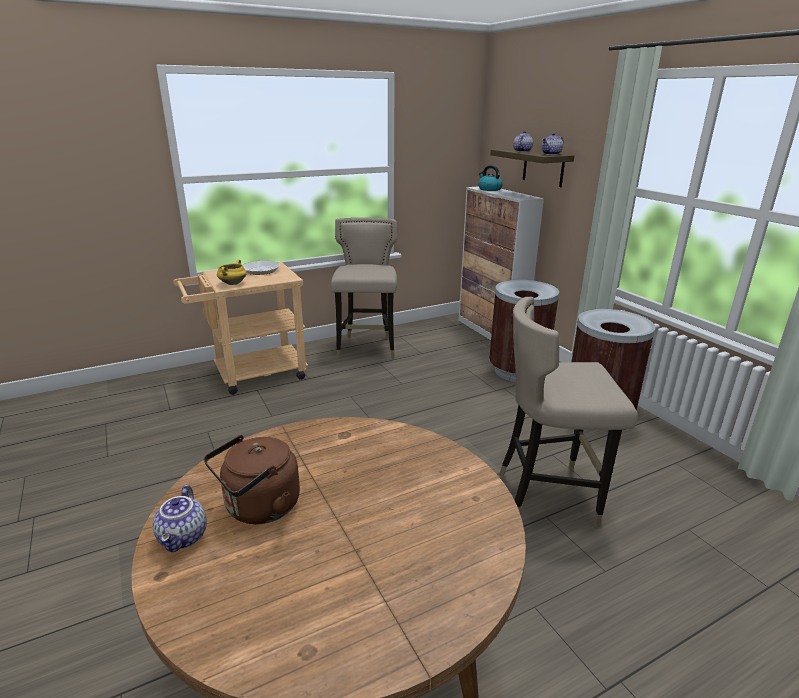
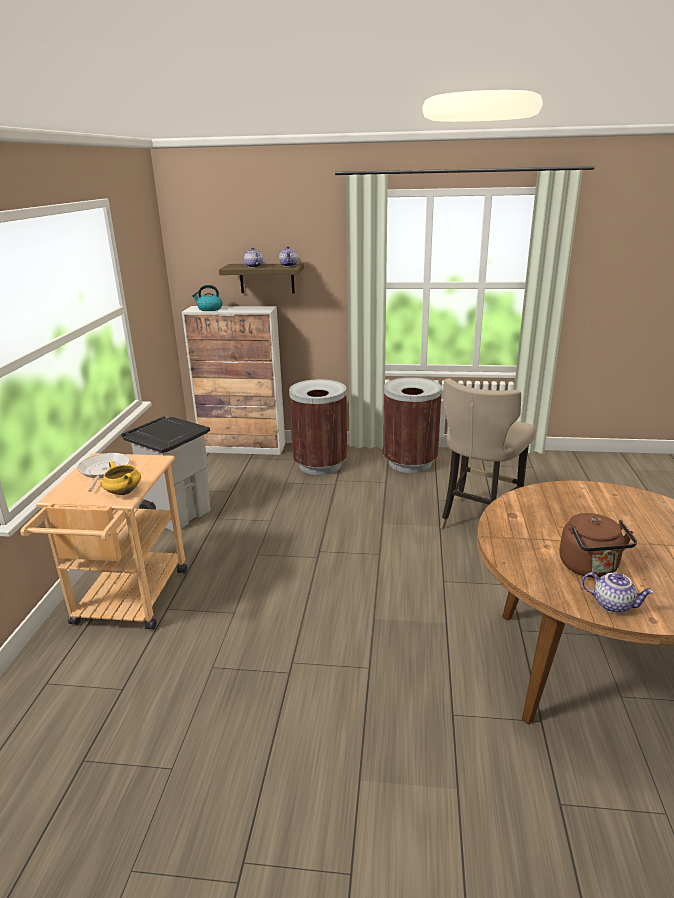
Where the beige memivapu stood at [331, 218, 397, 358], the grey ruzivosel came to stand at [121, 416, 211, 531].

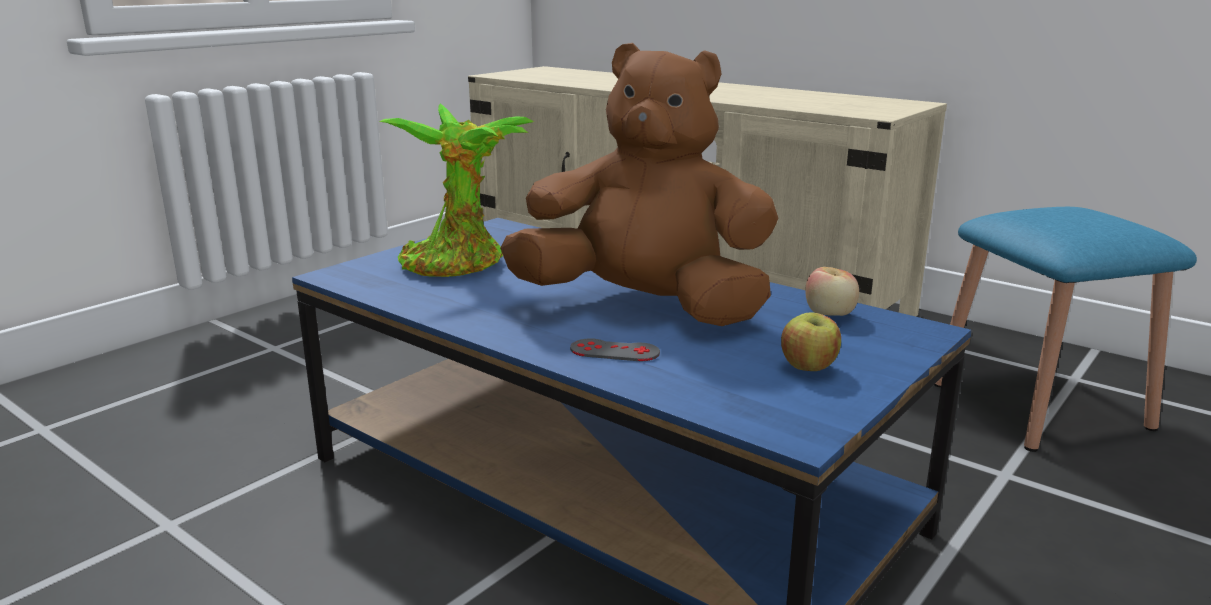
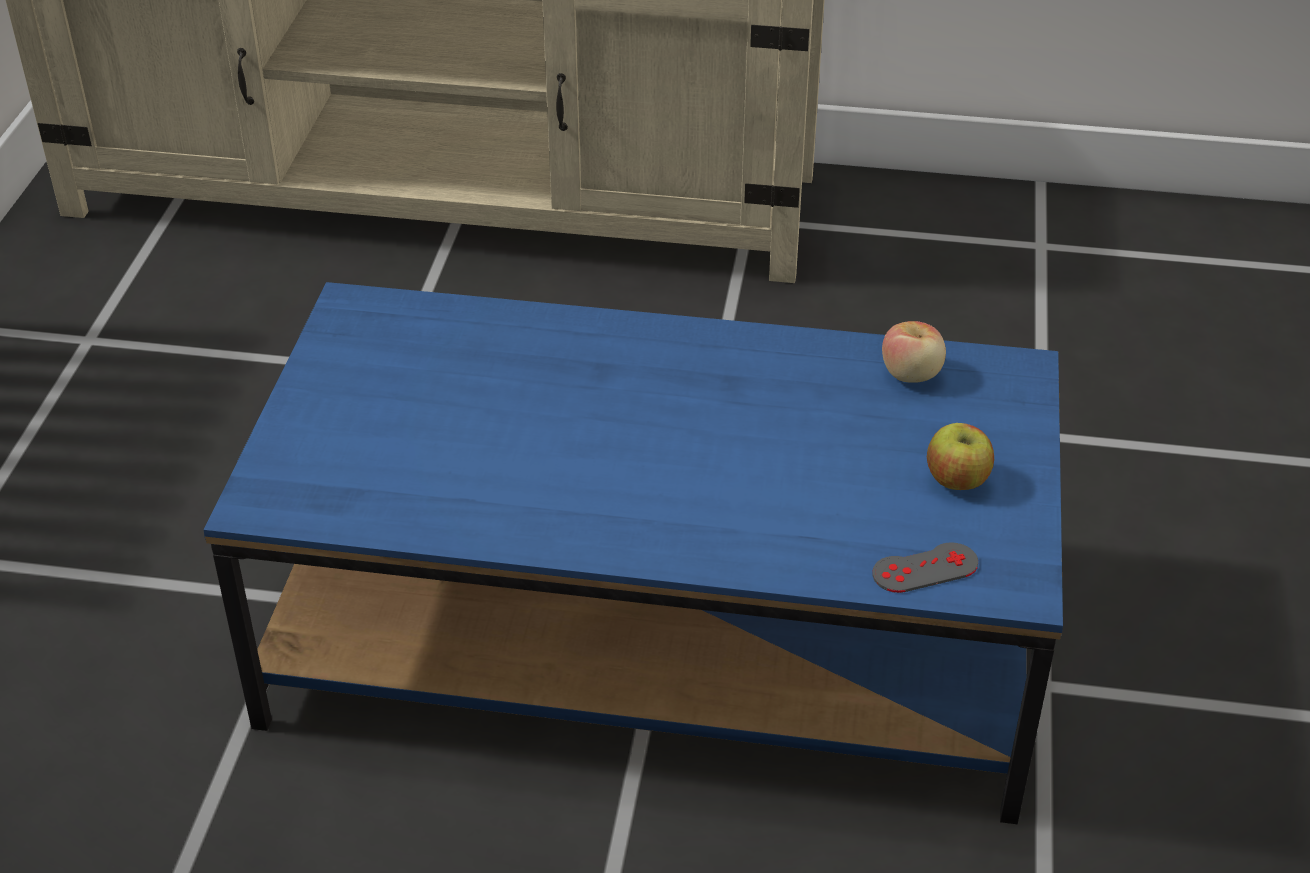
The second view lost the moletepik at [379, 103, 534, 277].
The second view lost the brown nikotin at [500, 43, 778, 326].
The second view lost the blue memivapu at [934, 207, 1197, 452].
The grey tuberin ended up elsewhere, having gone from [570, 338, 660, 361] to [872, 542, 978, 593].

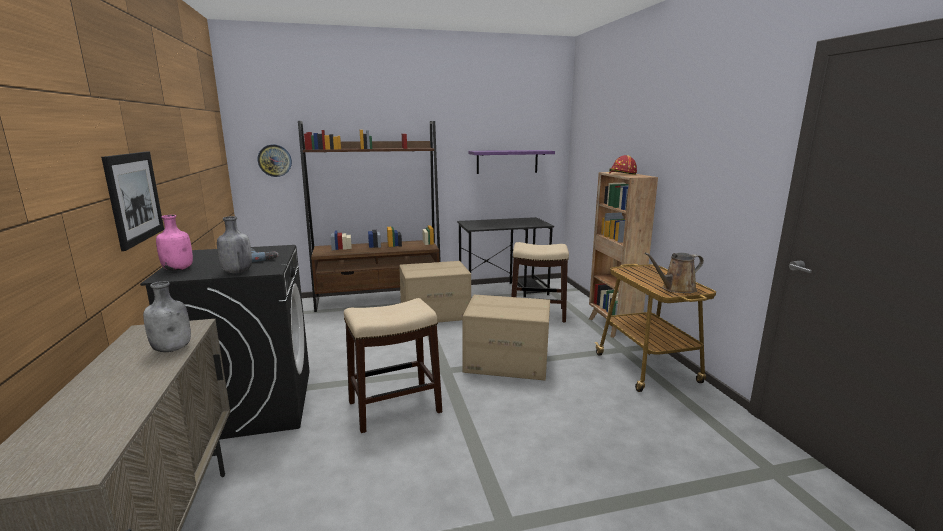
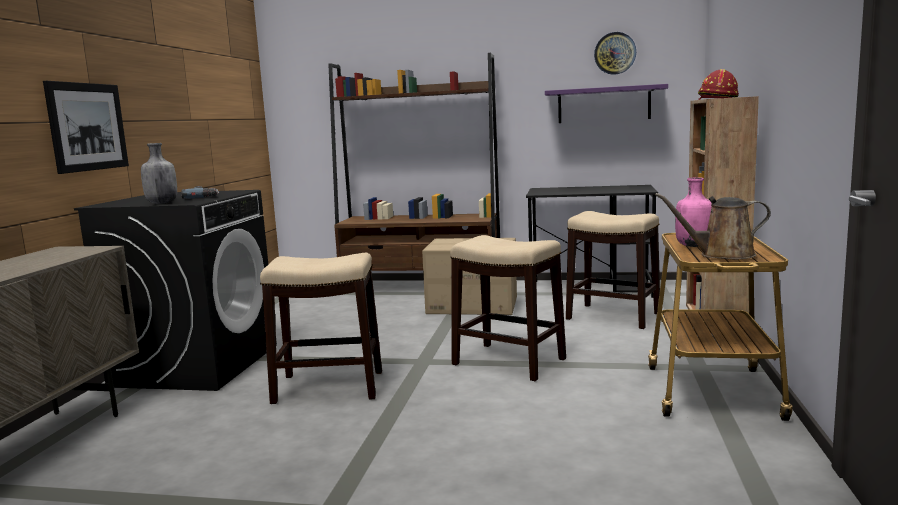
The second view lost the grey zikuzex at [143, 281, 191, 352].
The pink zikuzex ended up elsewhere, having gone from [156, 215, 193, 271] to [675, 177, 712, 247].
The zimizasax ended up elsewhere, having gone from [258, 145, 292, 177] to [594, 32, 636, 75].
Where the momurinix stood at [463, 295, 550, 380], the memivapu came to stand at [450, 235, 566, 381].

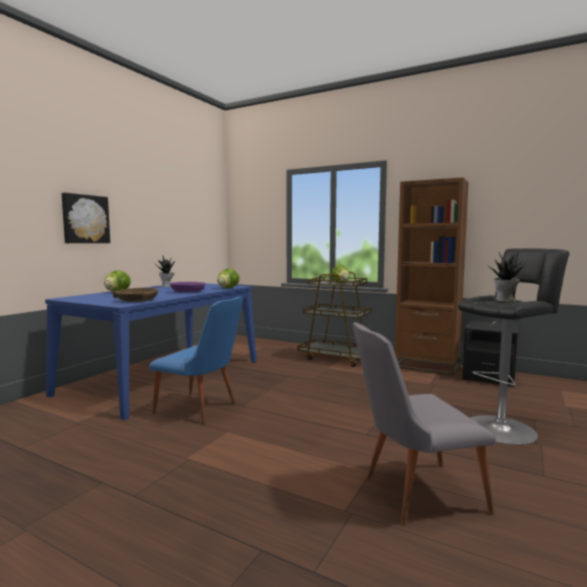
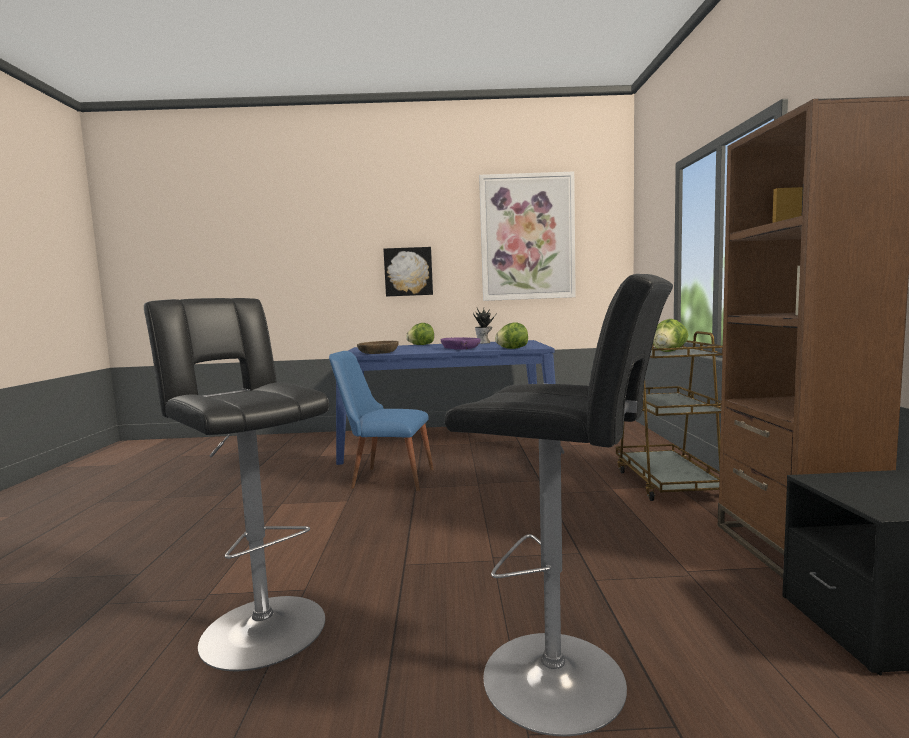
The second view lost the moletepik at [490, 252, 526, 302].
The second view gained the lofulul at [479, 172, 576, 301].
Where the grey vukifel stood at [352, 322, 496, 526], the black memivapu came to stand at [144, 298, 330, 671].
The blue vukifel at [149, 297, 243, 424] ended up facing another way, 105 degrees clockwise from before.

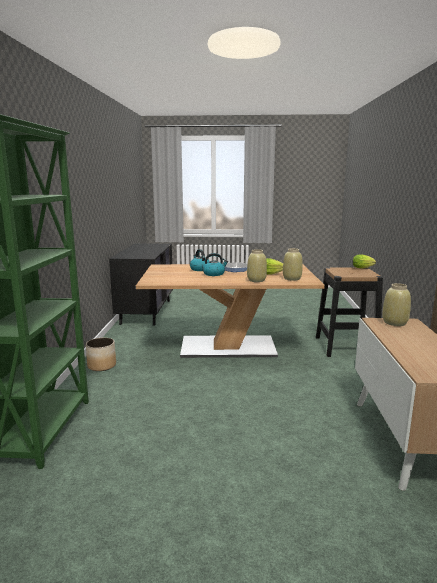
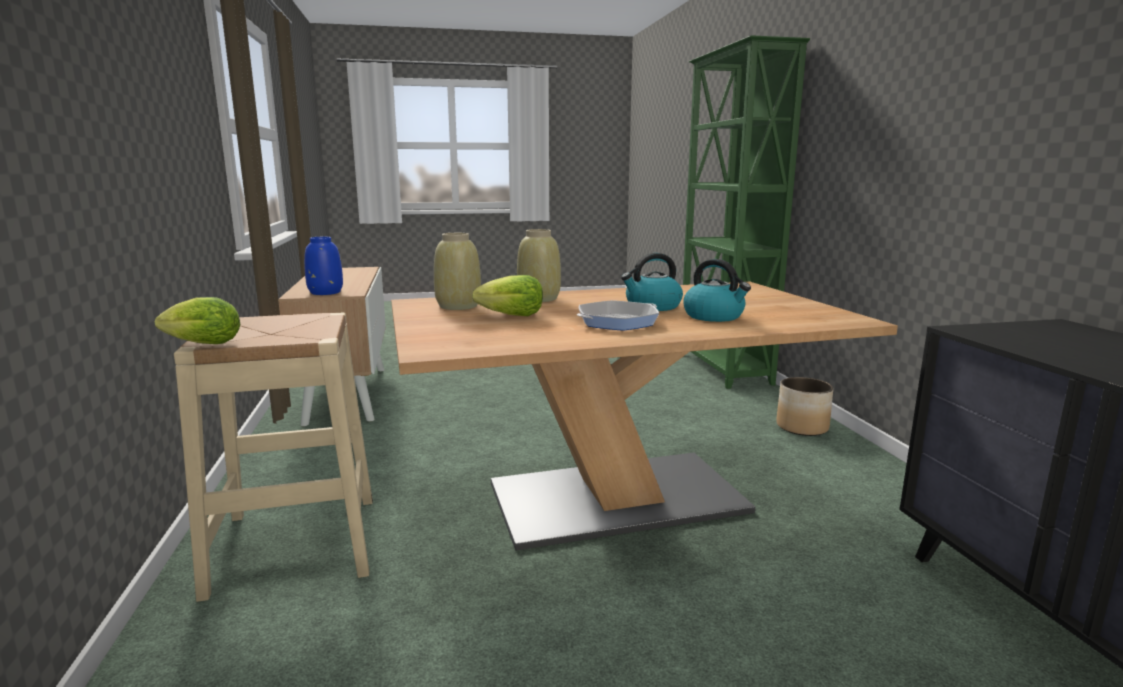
What was the black memivapu at [316, 267, 383, 357] turned into the beige memivapu at [174, 312, 373, 602].
What was the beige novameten at [382, 283, 411, 326] turned into the blue novameten at [304, 237, 343, 295].

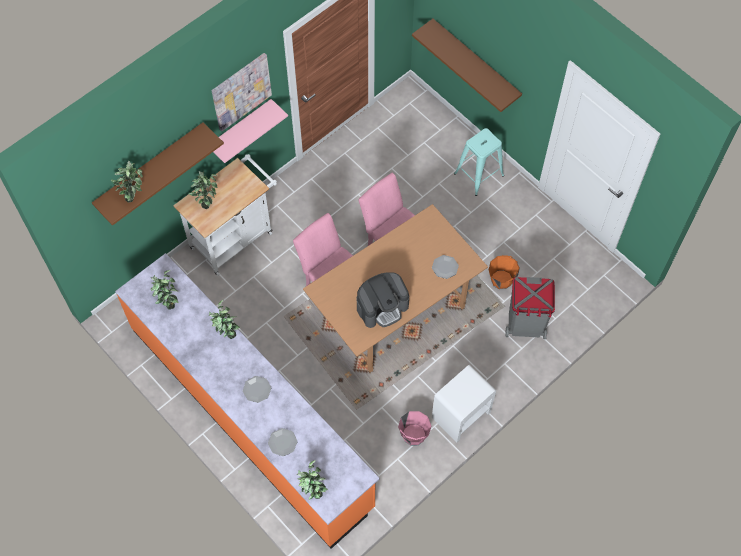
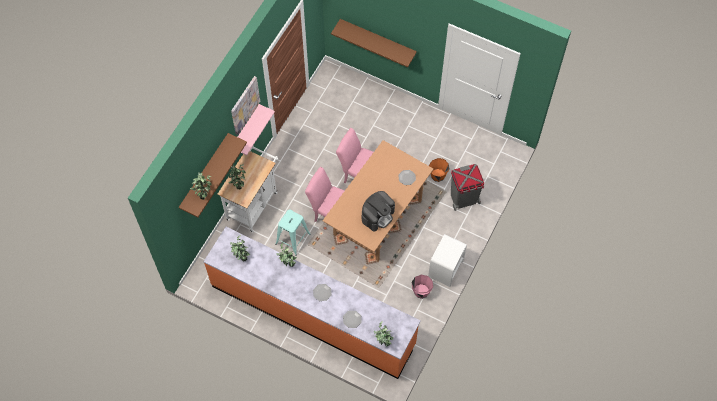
The turquoise memivapu ended up elsewhere, having gone from [454, 128, 504, 196] to [275, 209, 311, 256].

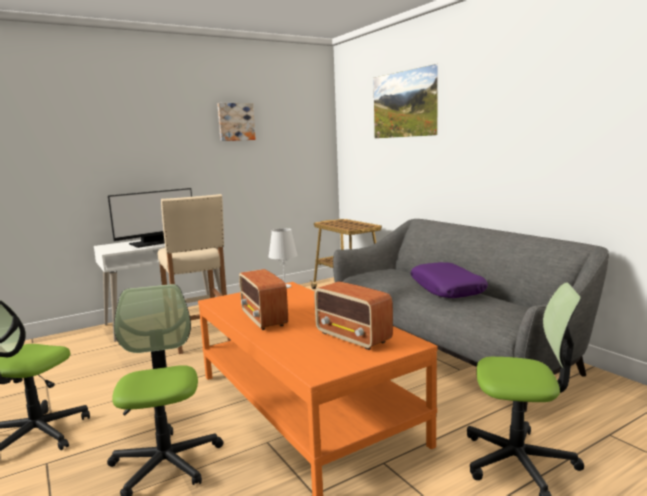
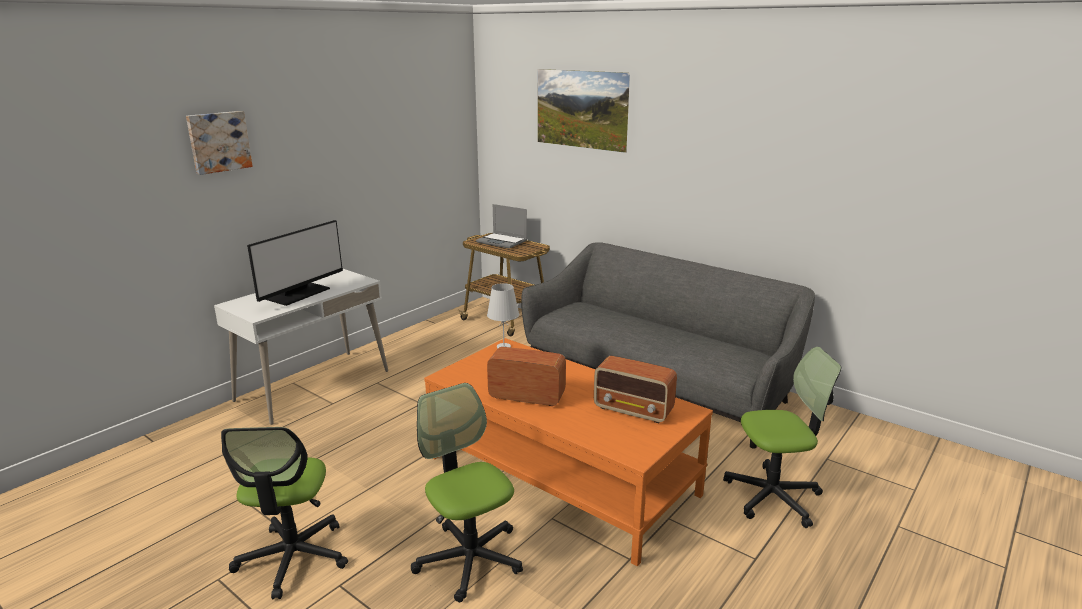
The second view lost the beige memivapu at [158, 194, 231, 354].
The second view lost the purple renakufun at [411, 262, 488, 298].
The second view gained the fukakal at [476, 204, 527, 249].
The lofulul ended up elsewhere, having gone from [217, 103, 256, 141] to [186, 111, 253, 175].
The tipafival at [239, 269, 288, 330] ended up facing another way, 150 degrees clockwise from before.

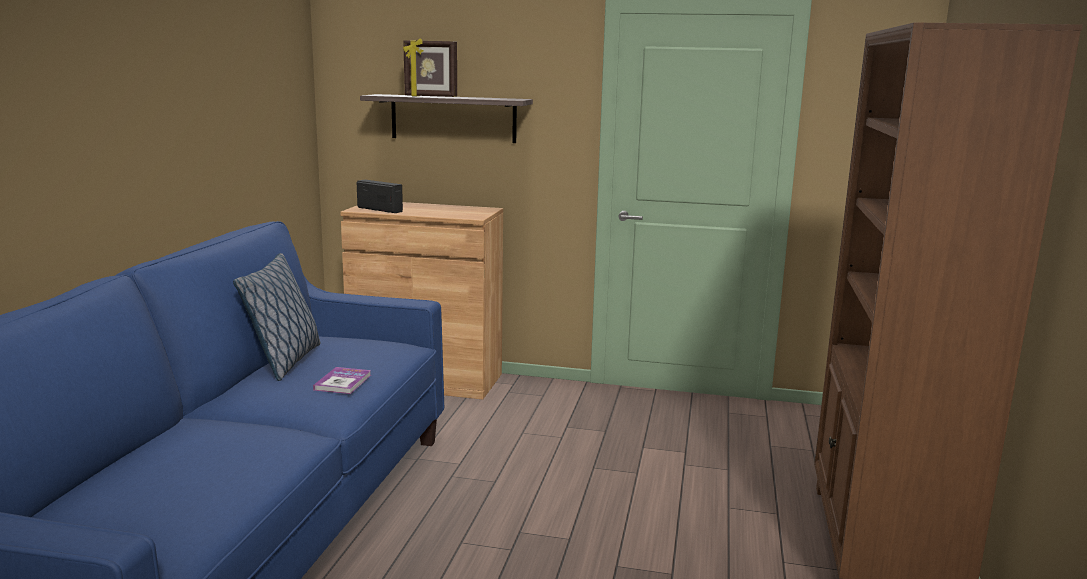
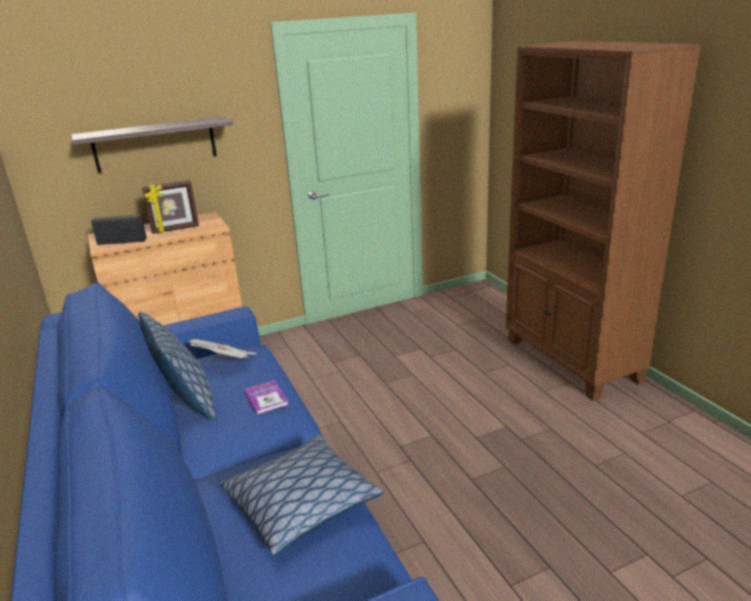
The second view gained the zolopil at [188, 339, 257, 358].
The second view gained the renakufun at [220, 434, 383, 556].
The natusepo ended up elsewhere, having gone from [403, 38, 457, 97] to [142, 180, 199, 234].

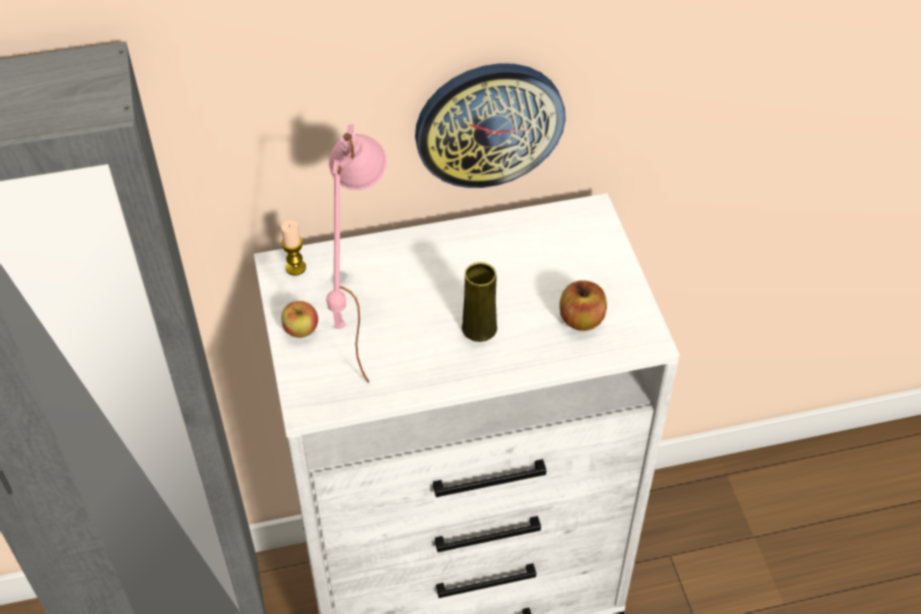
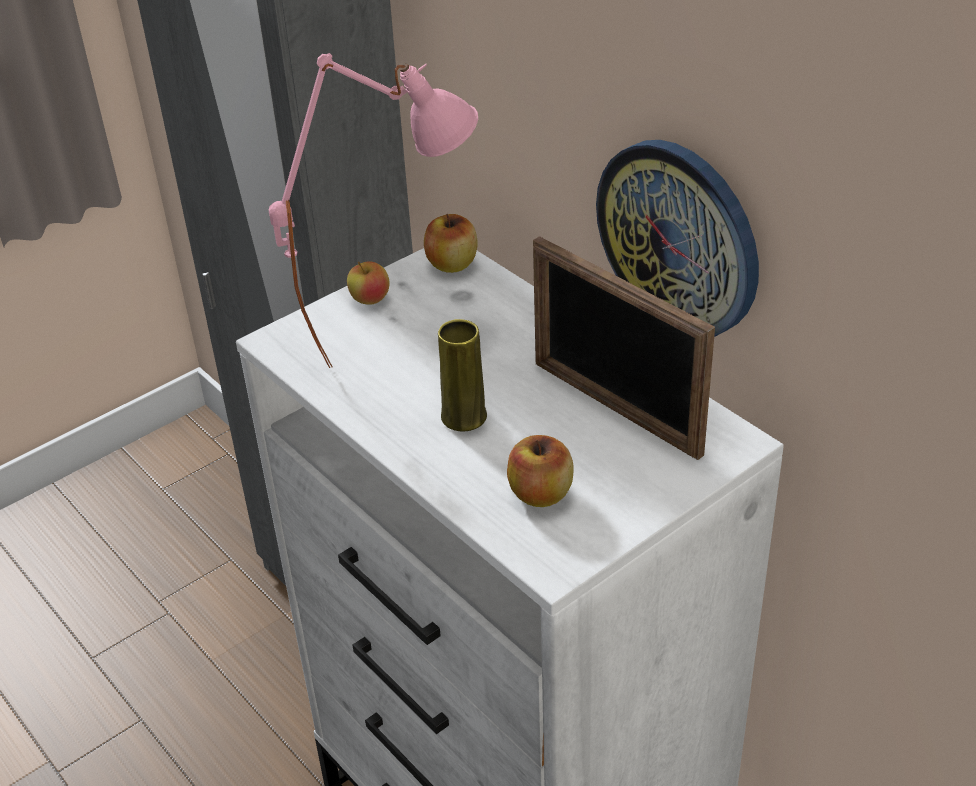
The second view gained the natusepo at [533, 236, 715, 460].
Where the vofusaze stood at [281, 220, 306, 275], the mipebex came to stand at [424, 214, 478, 273].

